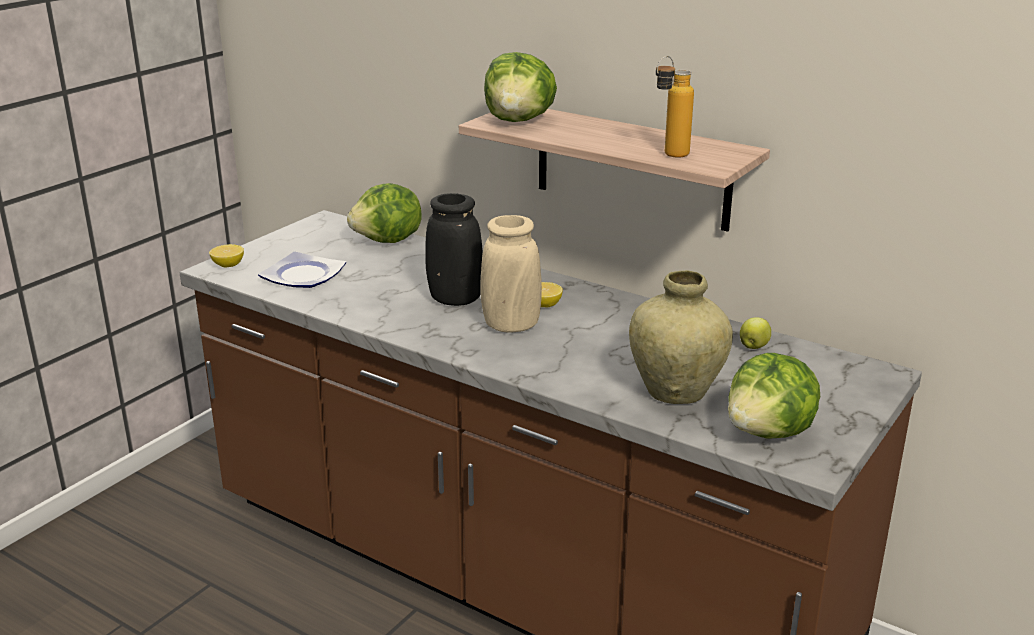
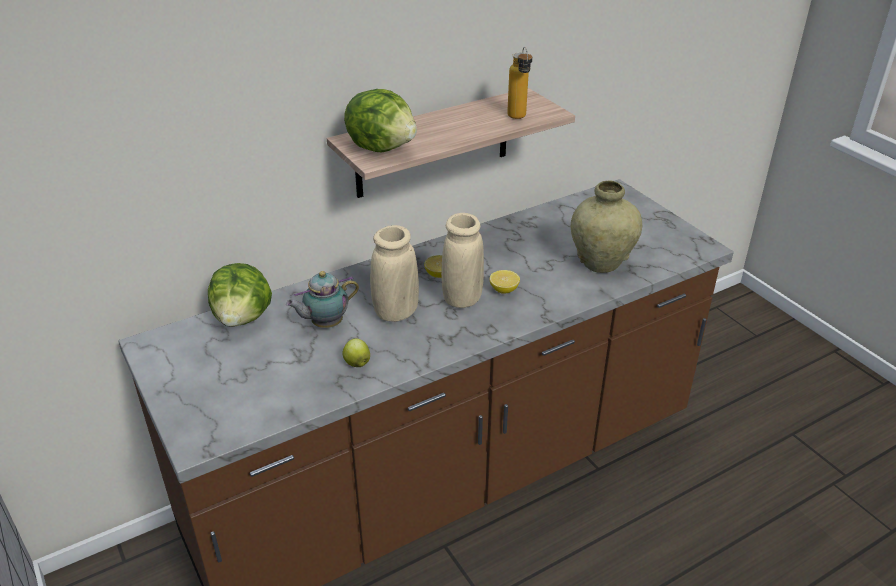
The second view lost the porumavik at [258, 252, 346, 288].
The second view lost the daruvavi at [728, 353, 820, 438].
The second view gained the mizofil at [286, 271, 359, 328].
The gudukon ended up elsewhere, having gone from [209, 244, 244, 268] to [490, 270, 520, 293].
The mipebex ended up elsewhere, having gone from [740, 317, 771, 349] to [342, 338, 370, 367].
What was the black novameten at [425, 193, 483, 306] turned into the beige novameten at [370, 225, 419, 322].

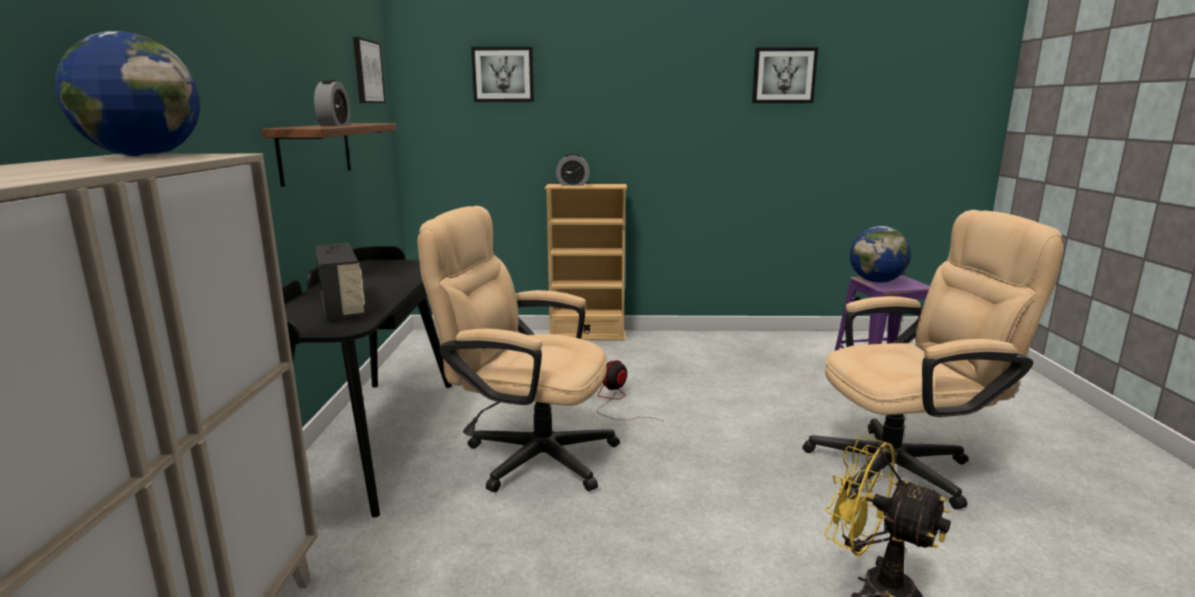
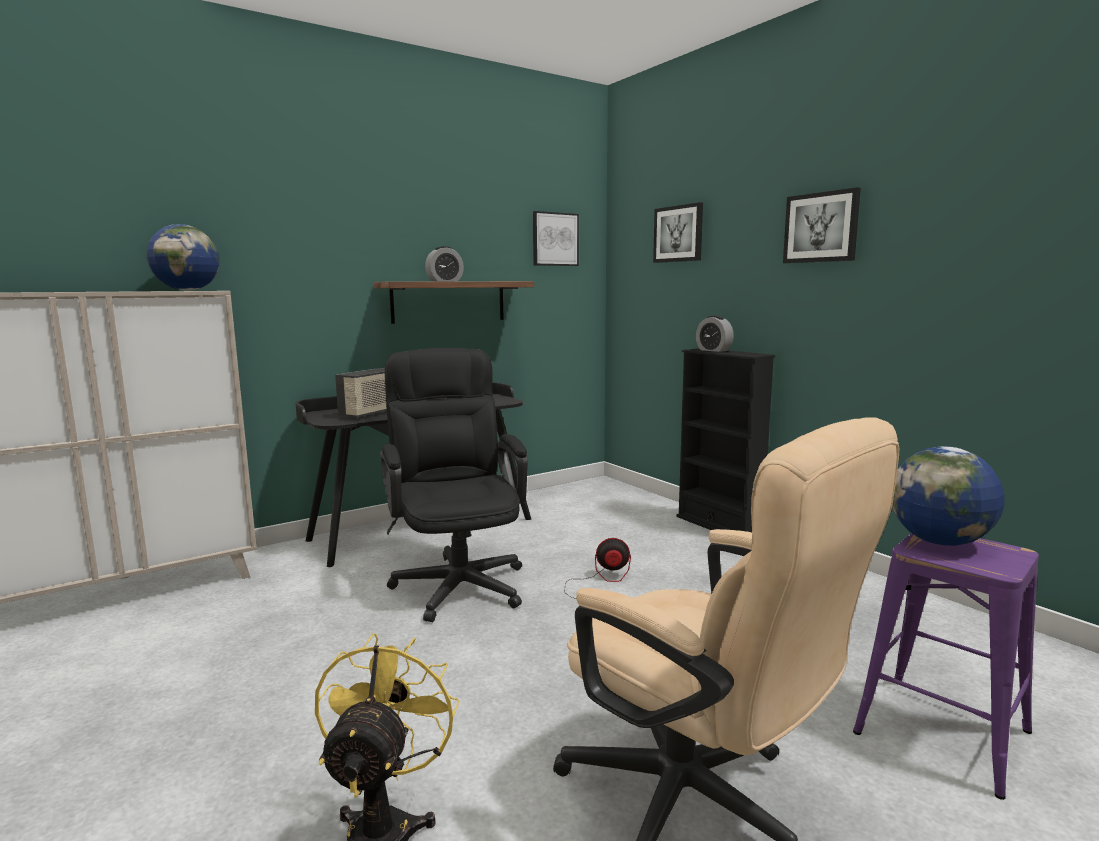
The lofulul ended up elsewhere, having gone from [752, 47, 818, 103] to [783, 187, 861, 263].
What was the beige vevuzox at [418, 206, 620, 492] turned into the black vevuzox at [380, 348, 528, 622].
What was the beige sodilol at [545, 184, 627, 341] turned into the black sodilol at [676, 348, 775, 532].

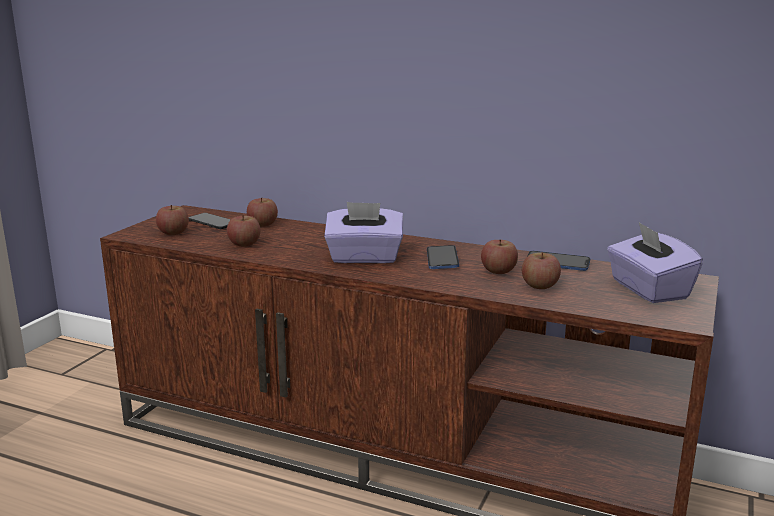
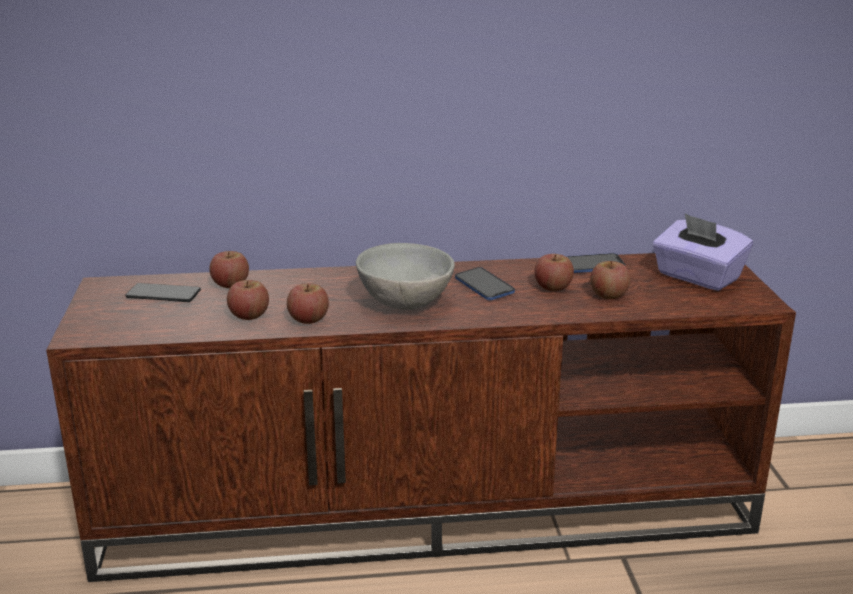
The mipebex ended up elsewhere, having gone from [156, 205, 189, 235] to [287, 283, 329, 324].
Where the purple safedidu stood at [324, 202, 403, 263], the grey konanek came to stand at [356, 243, 455, 310].

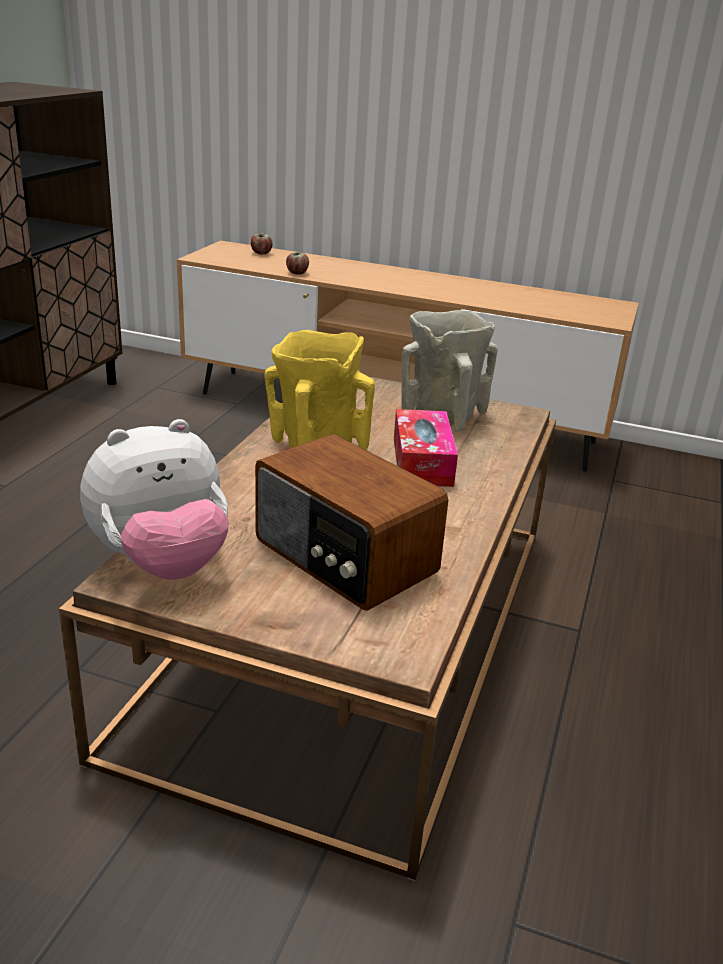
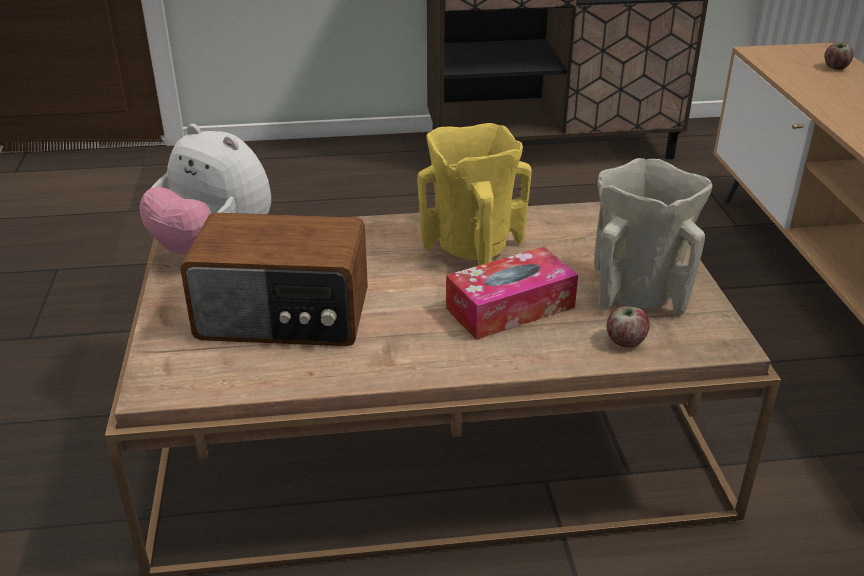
The mipebex ended up elsewhere, having gone from [286, 252, 309, 275] to [607, 306, 649, 347].
The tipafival at [255, 434, 448, 611] ended up facing another way, 105 degrees counterclockwise from before.

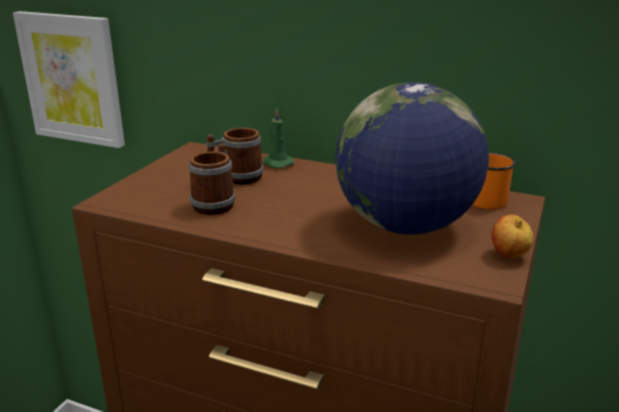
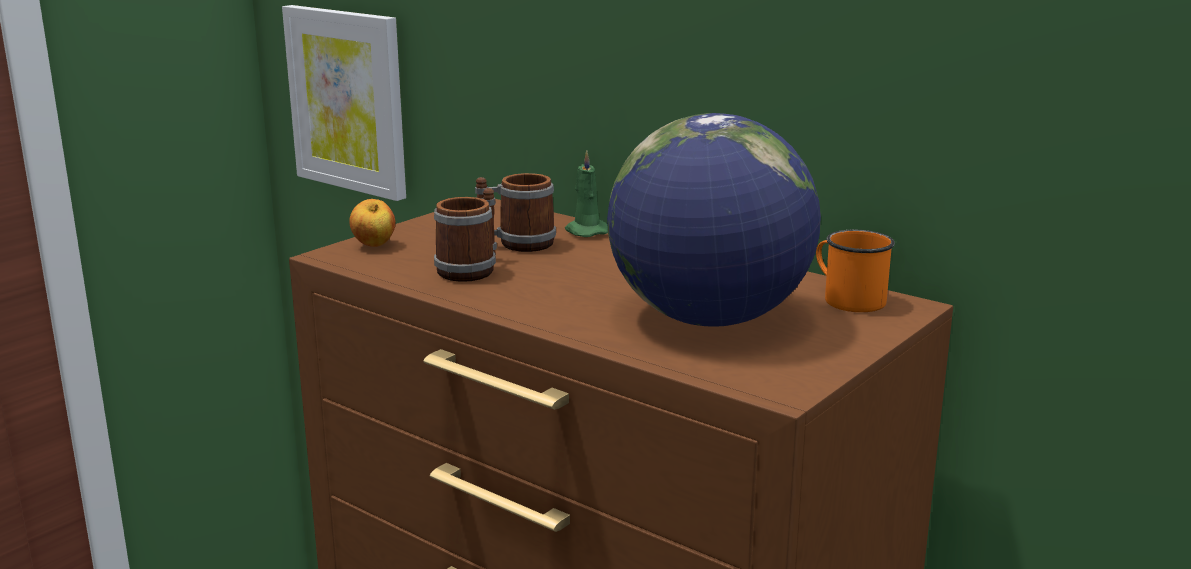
The mipebex ended up elsewhere, having gone from [491, 215, 533, 258] to [349, 199, 396, 247].

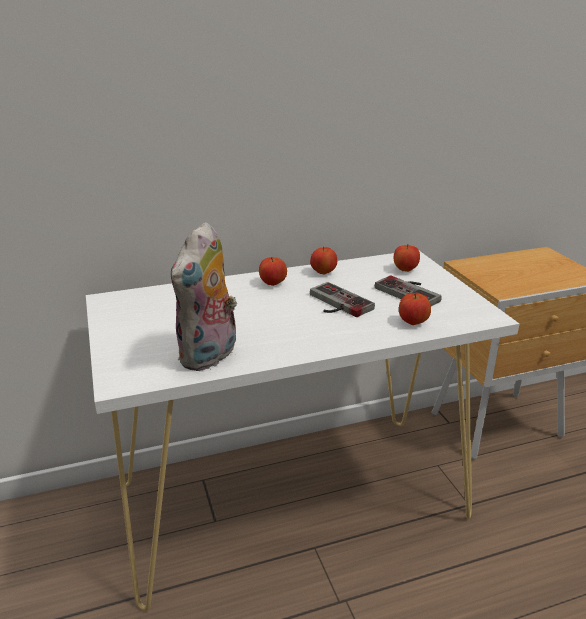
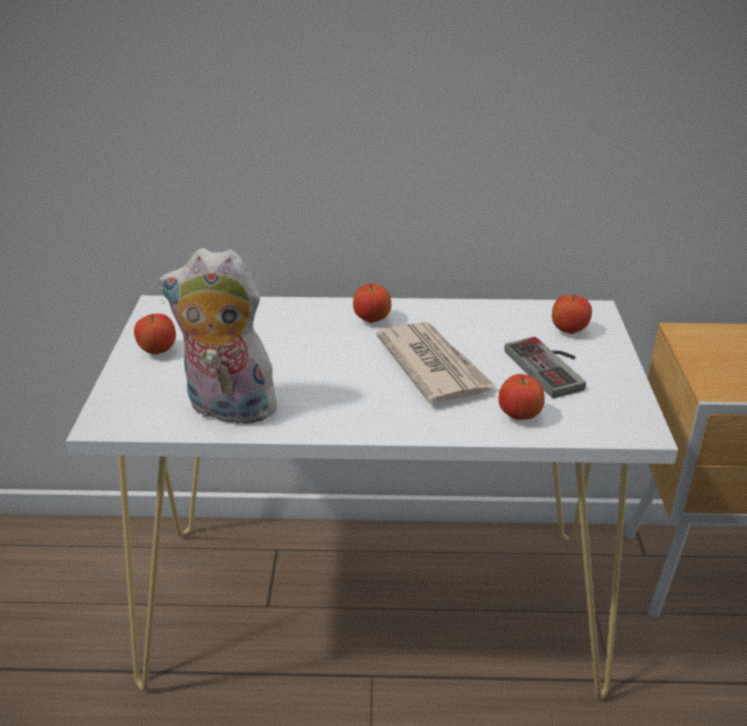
The mipebex ended up elsewhere, having gone from [310, 247, 337, 275] to [134, 314, 176, 355].
Where the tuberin stood at [310, 282, 375, 317], the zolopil came to stand at [376, 322, 496, 404].
The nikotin at [171, 222, 237, 371] ended up facing another way, 60 degrees clockwise from before.

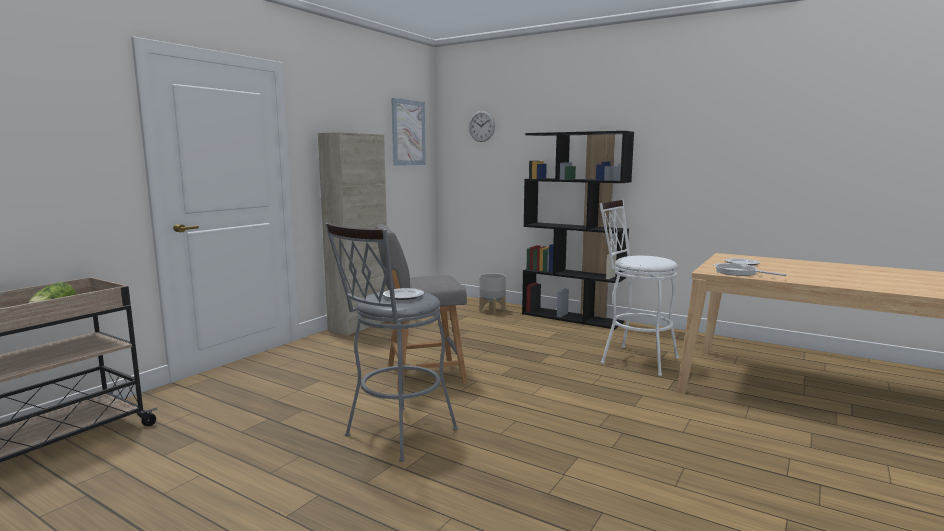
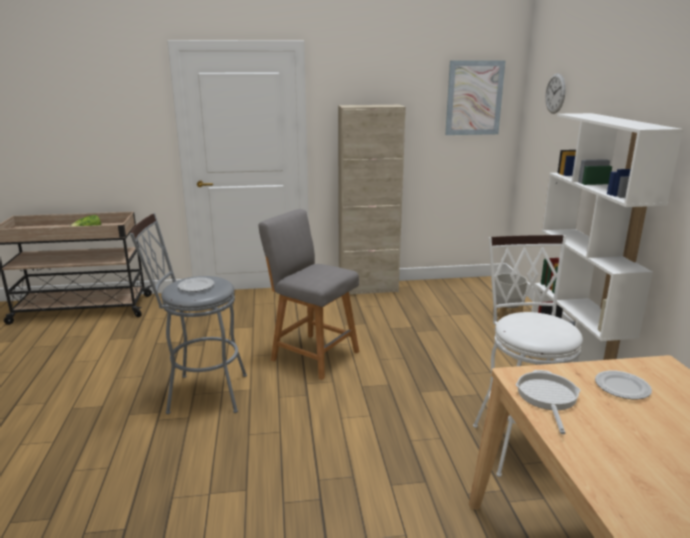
What was the black sodilol at [522, 131, 634, 329] turned into the white sodilol at [531, 113, 683, 362].

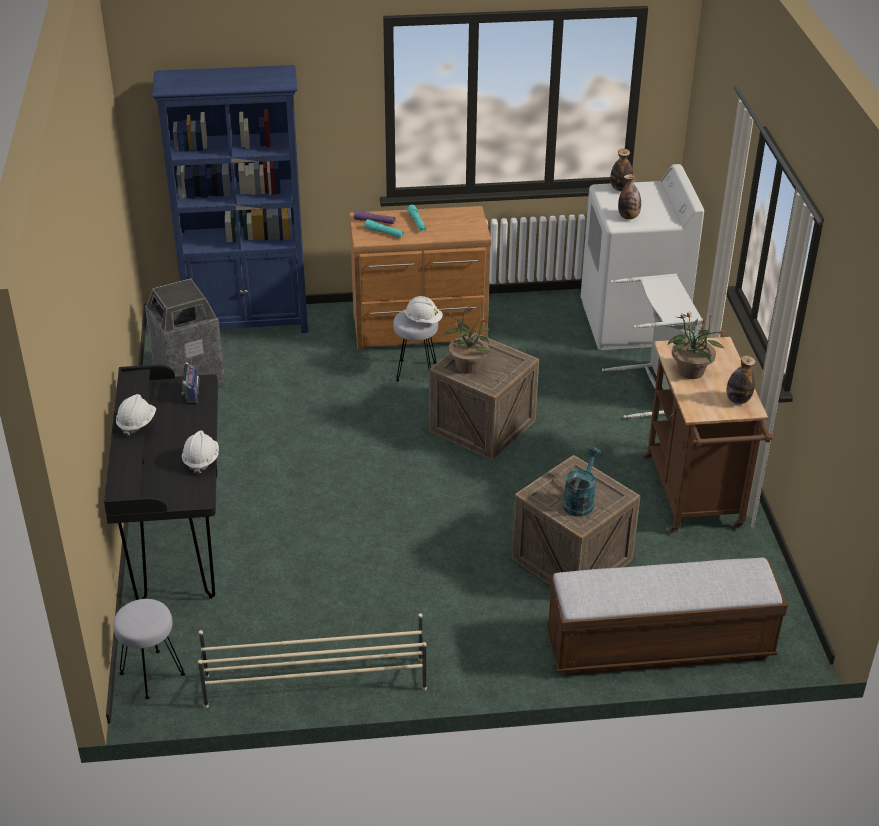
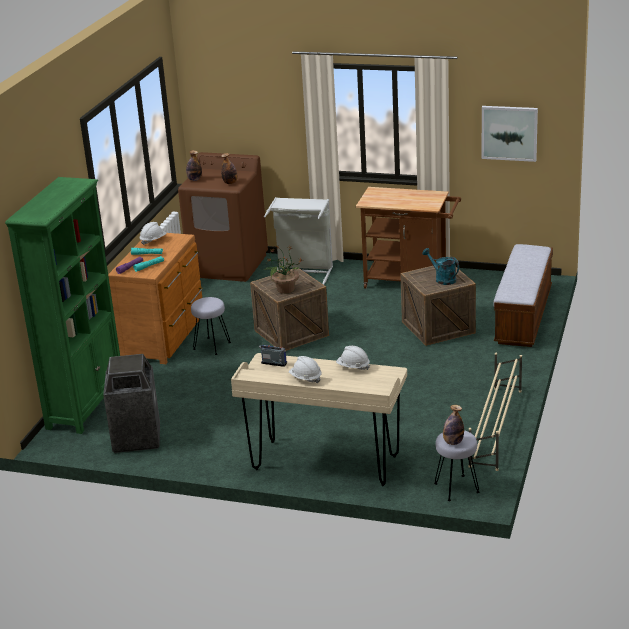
The second view lost the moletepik at [668, 312, 725, 379].
The second view gained the lofulul at [482, 106, 538, 162].
The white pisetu ended up elsewhere, having gone from [404, 296, 443, 323] to [140, 222, 167, 245].
The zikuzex ended up elsewhere, having gone from [727, 355, 756, 404] to [443, 405, 464, 445].
What was the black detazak at [104, 365, 218, 600] turned into the beige detazak at [231, 353, 407, 486].
What was the blue sodilol at [152, 65, 308, 333] turned into the green sodilol at [5, 177, 120, 434].
What was the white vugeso at [581, 164, 704, 350] turned into the brown vugeso at [178, 152, 268, 282].

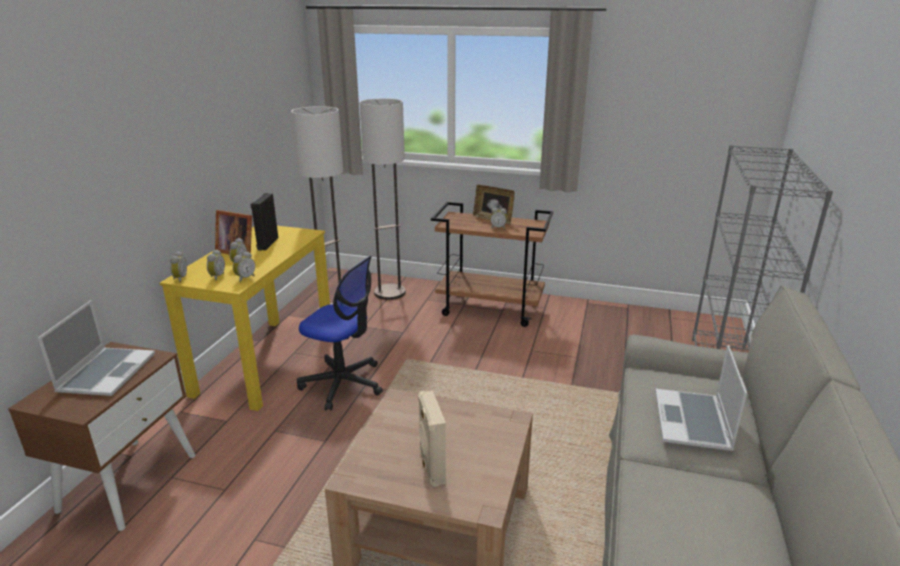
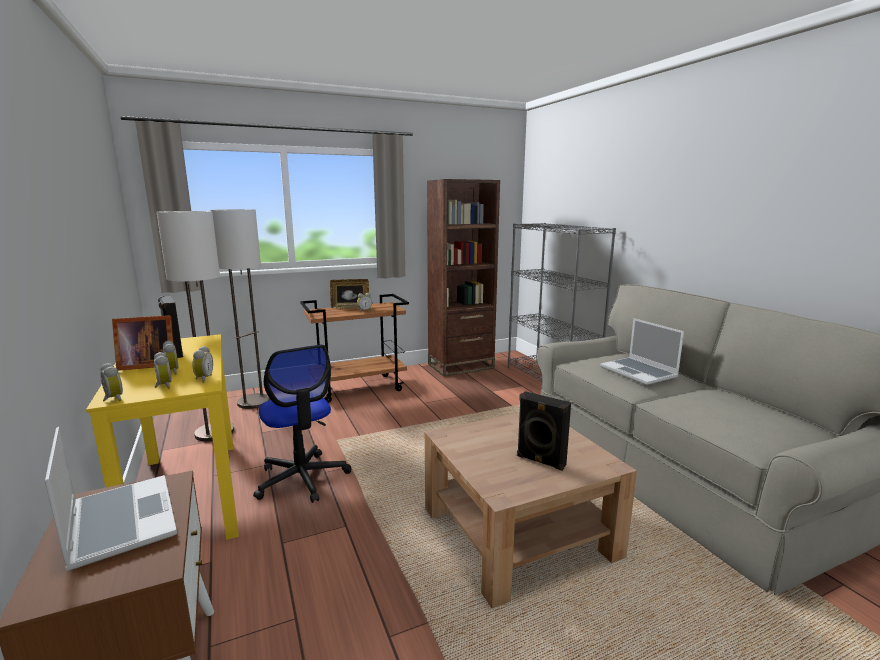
The second view gained the brown sodilol at [427, 179, 500, 377].
What was the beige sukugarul at [418, 391, 446, 487] turned into the black sukugarul at [517, 391, 571, 471].
The vevuzox at [297, 256, 383, 411] ended up facing another way, 75 degrees clockwise from before.

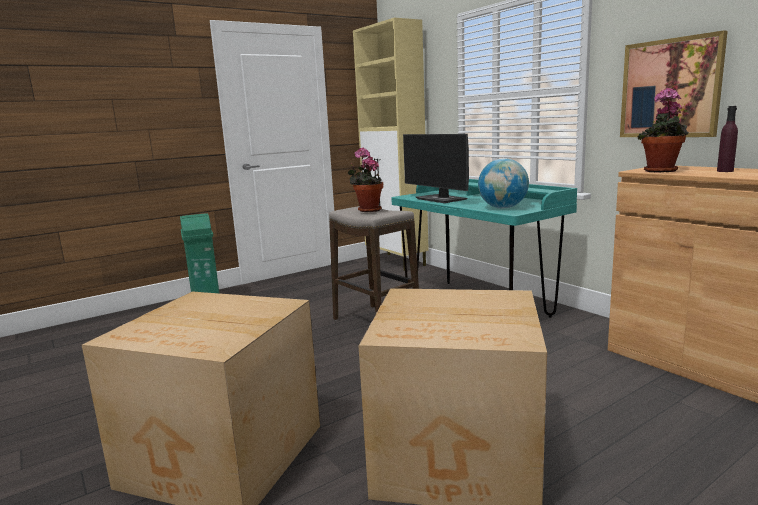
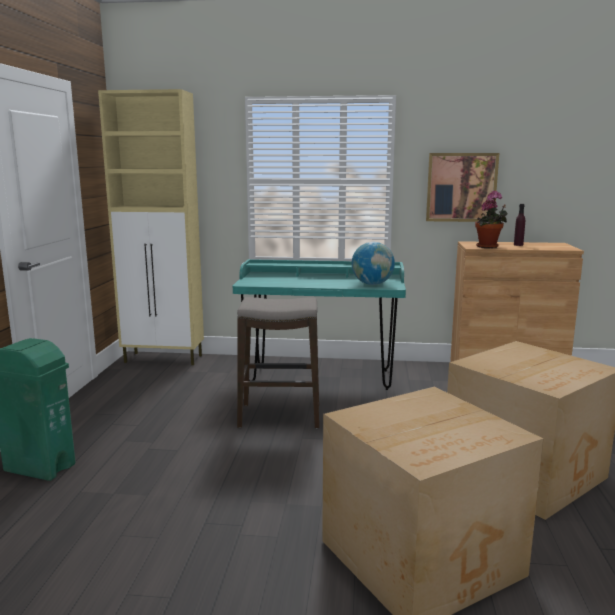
The second view lost the moletepik at [348, 147, 383, 212].
The second view lost the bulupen at [403, 134, 469, 203].

